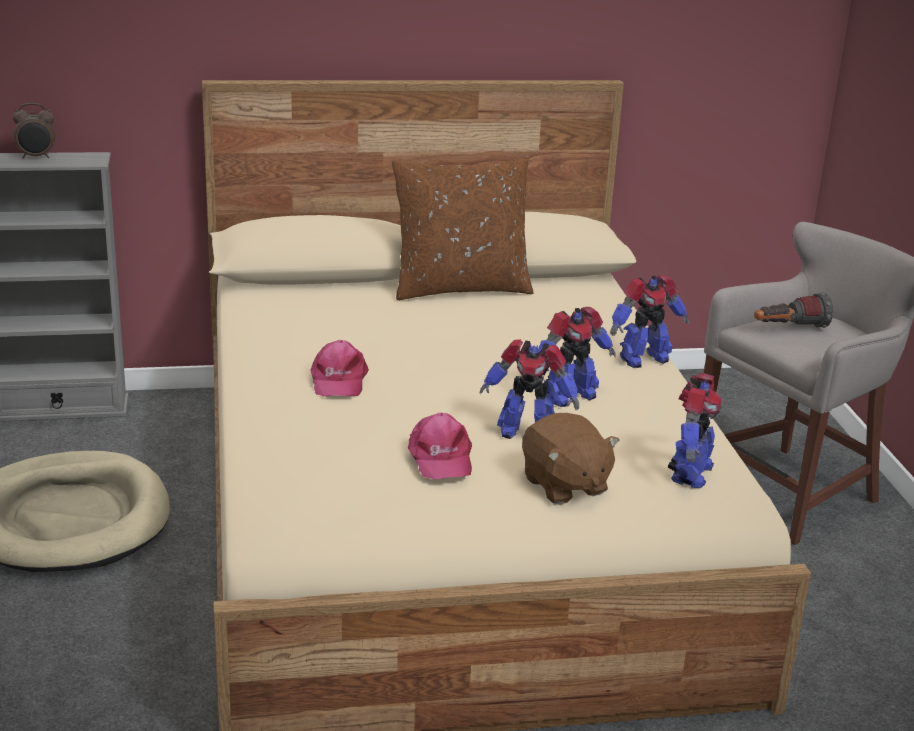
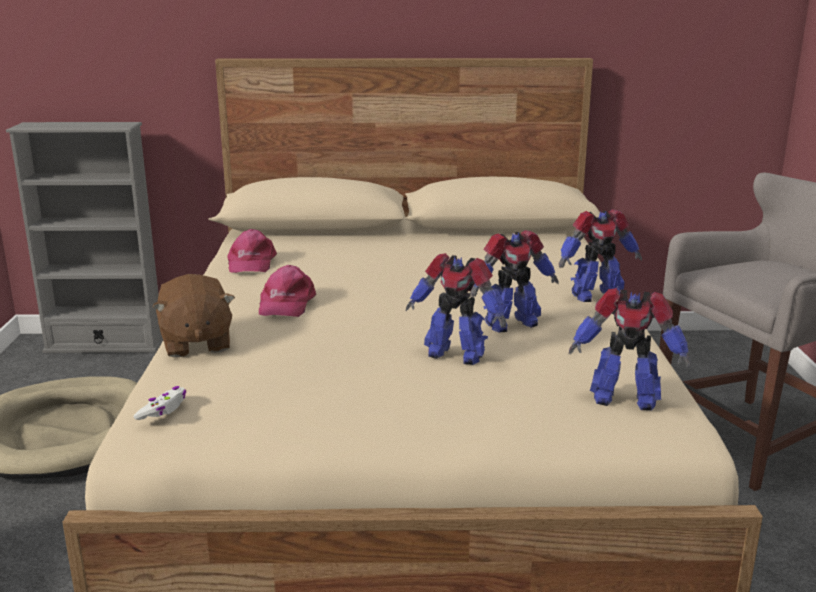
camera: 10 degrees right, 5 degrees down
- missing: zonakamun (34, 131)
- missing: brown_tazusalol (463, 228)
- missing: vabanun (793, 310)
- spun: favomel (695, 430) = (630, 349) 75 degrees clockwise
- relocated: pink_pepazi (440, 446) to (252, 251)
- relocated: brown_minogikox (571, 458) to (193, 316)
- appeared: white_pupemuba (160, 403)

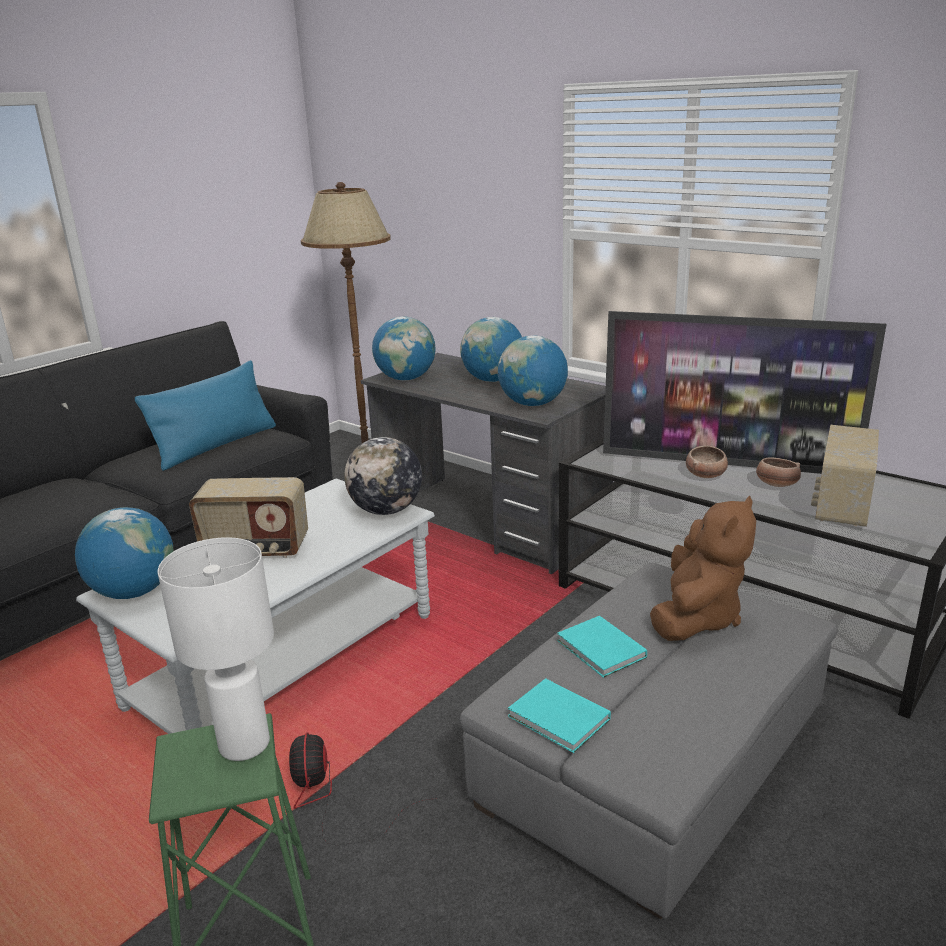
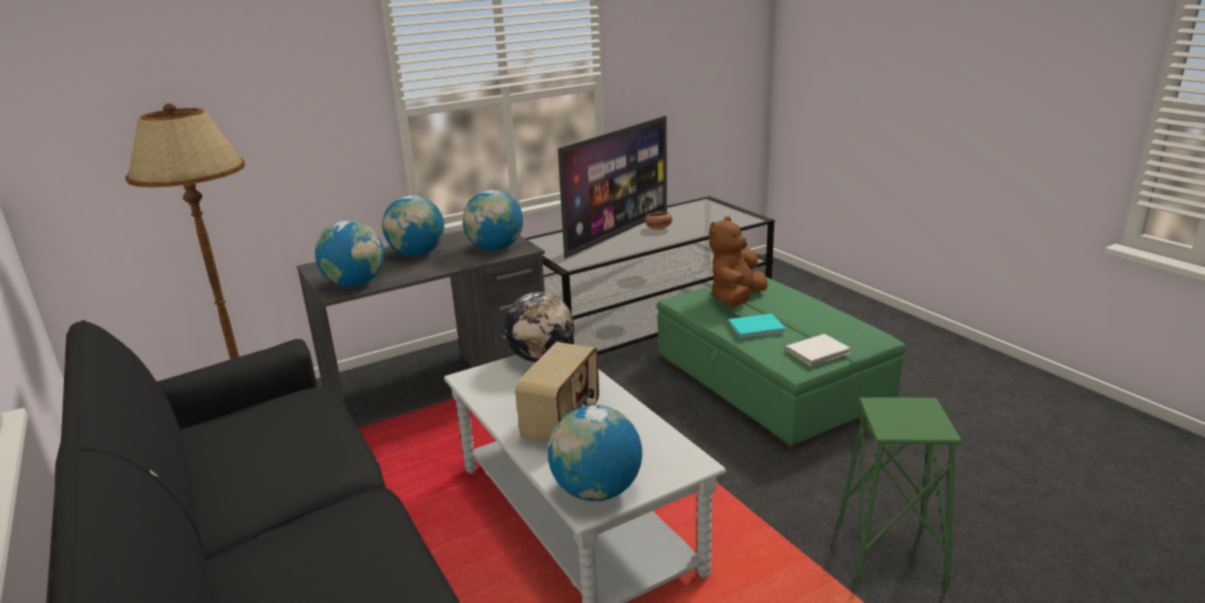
camera: 70 degrees left, 0 degrees up
- missing: blue_tazusalol (205, 415)
- missing: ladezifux (845, 476)
- missing: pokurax (707, 462)
- spun: brown_minogikox (703, 568) = (738, 261) 105 degrees counterclockwise
- missing: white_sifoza (216, 649)
- colour: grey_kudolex (649, 741) to green_kudolex (781, 363)
- colour: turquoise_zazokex (559, 715) to white_zazokex (818, 350)
- missing: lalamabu (363, 788)

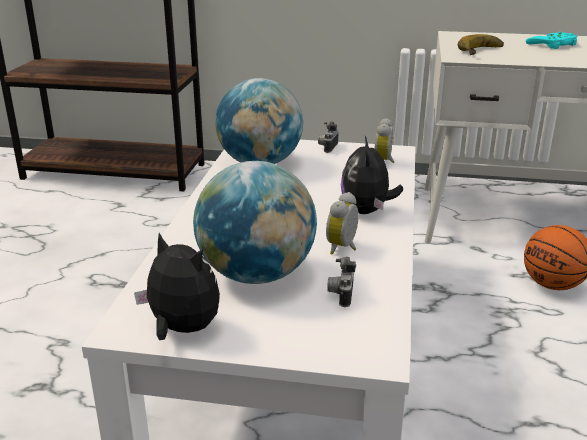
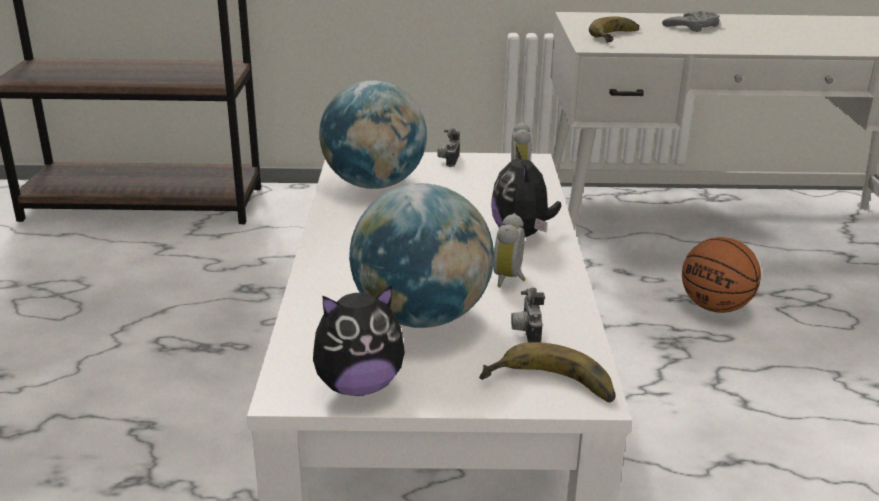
camera: 10 degrees left, 0 degrees up
- colour: turquoise_pupemuba (551, 40) to grey_pupemuba (691, 21)
- spun: minogikox (177, 286) = (359, 340) 135 degrees clockwise
- appeared: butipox (547, 372)

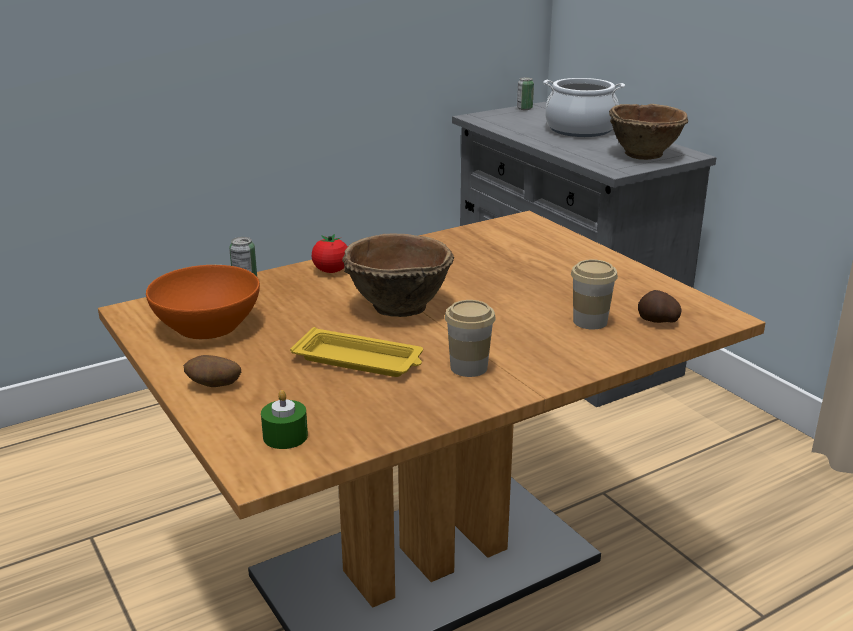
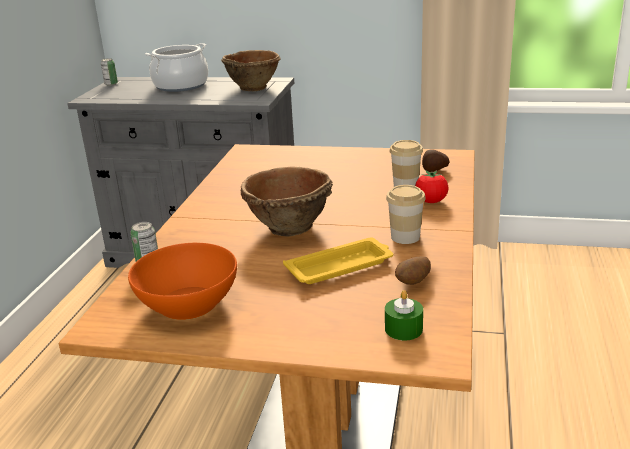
camera: 45 degrees left, 0 degrees up
- relocated: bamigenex (330, 253) to (432, 186)
- relocated: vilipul (212, 371) to (413, 270)

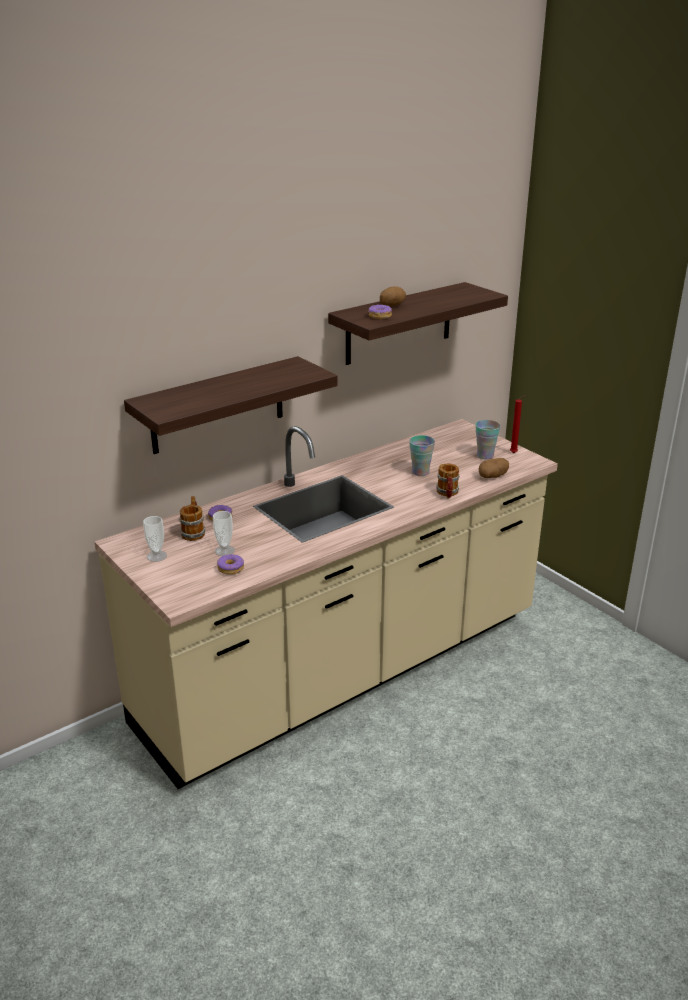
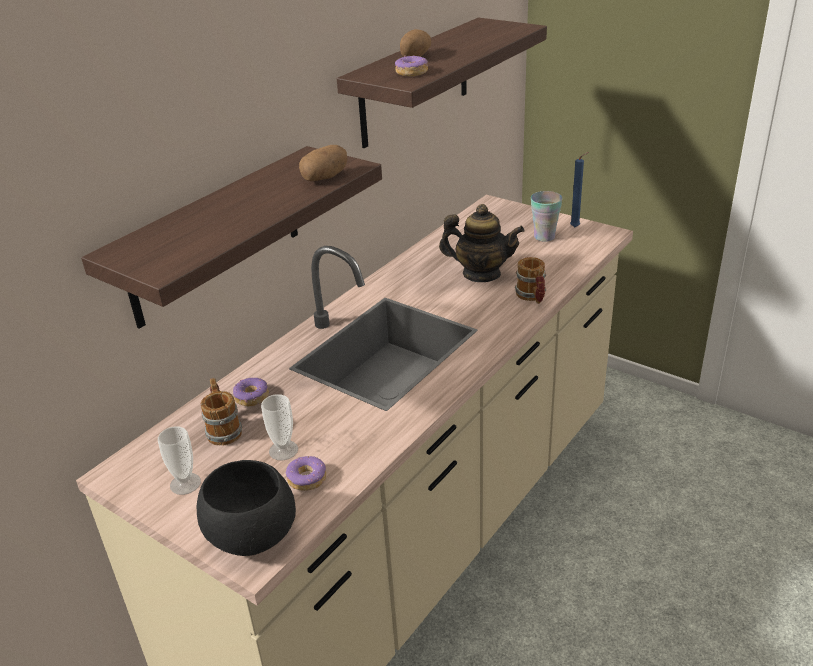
camera: 15 degrees left, 5 degrees up
- colour: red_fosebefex (518, 424) to blue_fosebefex (579, 189)
- exchanged: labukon (422, 455) to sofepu (481, 243)
- relocated: vilipul (494, 468) to (323, 163)
- appeared: black_pokurax (246, 508)

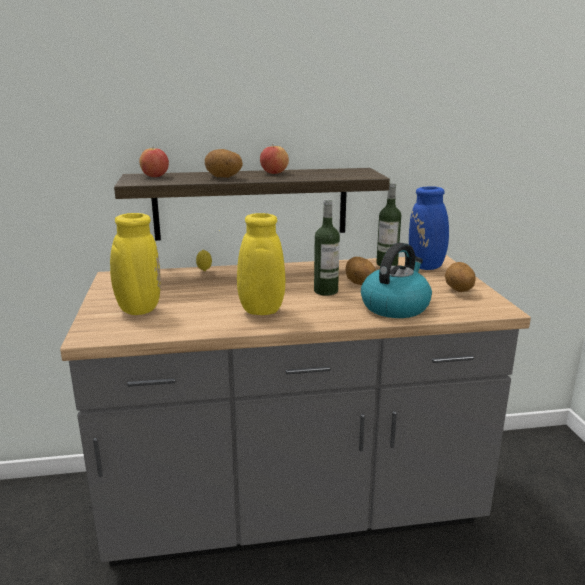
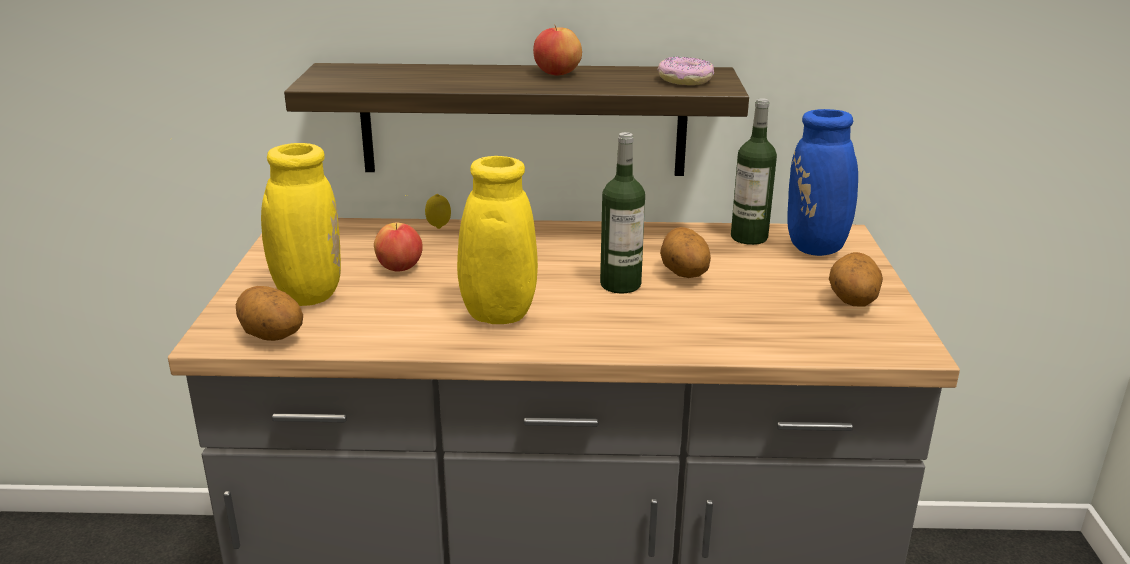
camera: 10 degrees right, 5 degrees up
- relocated: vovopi (154, 162) to (398, 247)
- relocated: vilipul (224, 163) to (269, 313)
- missing: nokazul (396, 280)
- appeared: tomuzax (686, 71)

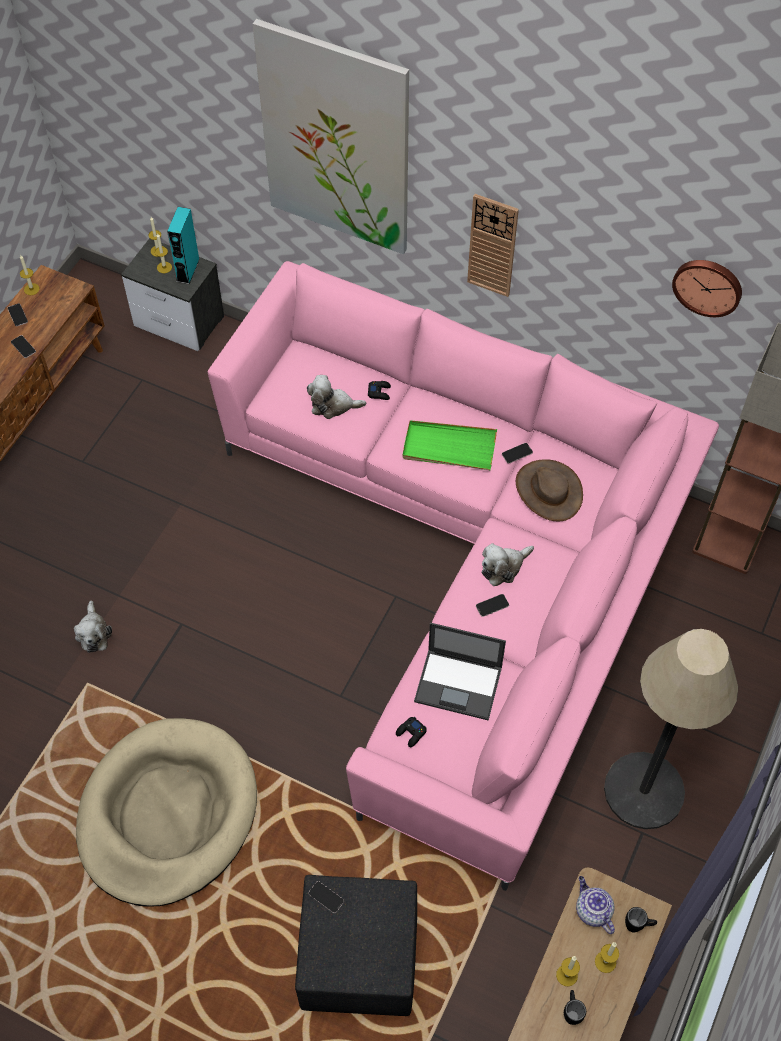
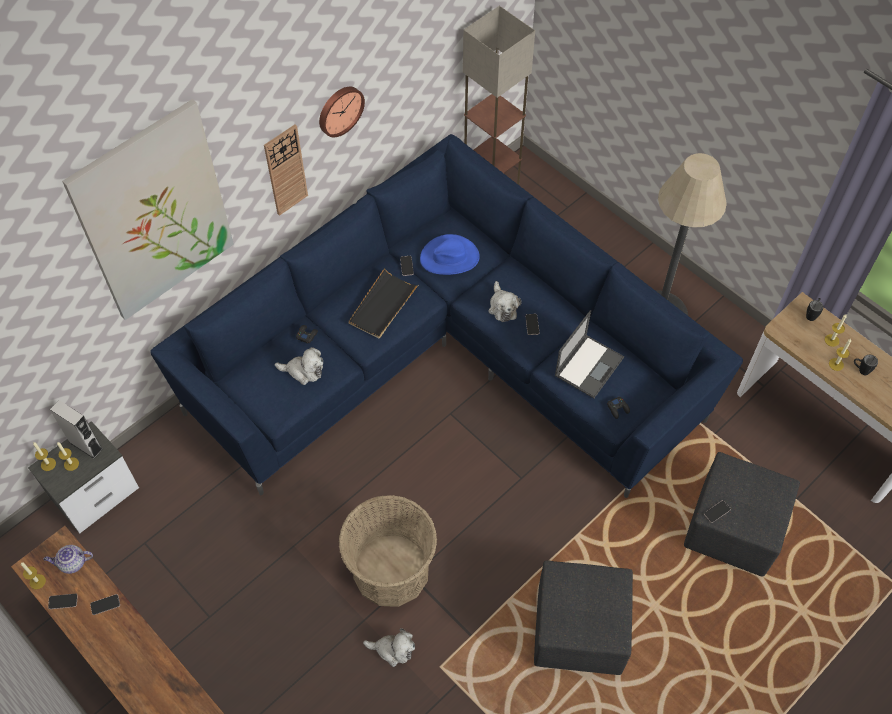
camera: 70 degrees left, 0 degrees up
- colour: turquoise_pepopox (183, 245) to grey_pepopox (76, 429)
- relocated: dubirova (707, 288) to (342, 112)
- colour: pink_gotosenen (463, 576) to blue_gotosenen (446, 316)
- spun: minogikox (336, 397) = (299, 366) 105 degrees counterclockwise
- colour: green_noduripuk (449, 445) to black_noduripuk (383, 303)
- colour: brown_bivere (549, 490) to blue_bivere (450, 254)
- exchanged: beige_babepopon (166, 812) to black_kudolex (583, 617)
- relocated: sofepu (595, 905) to (68, 559)
- appeared: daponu (388, 551)

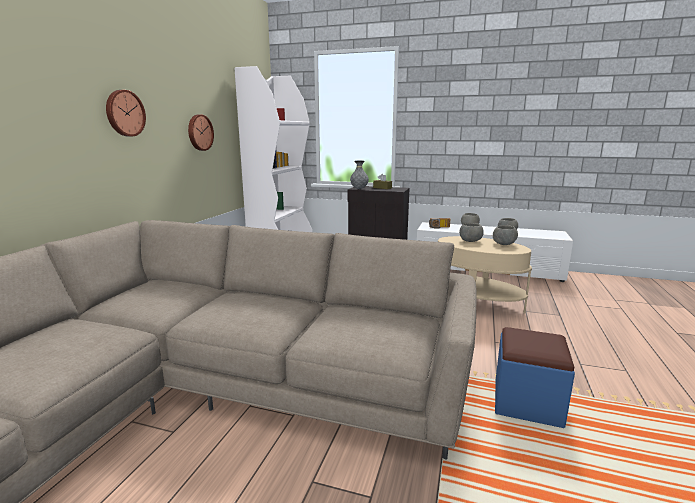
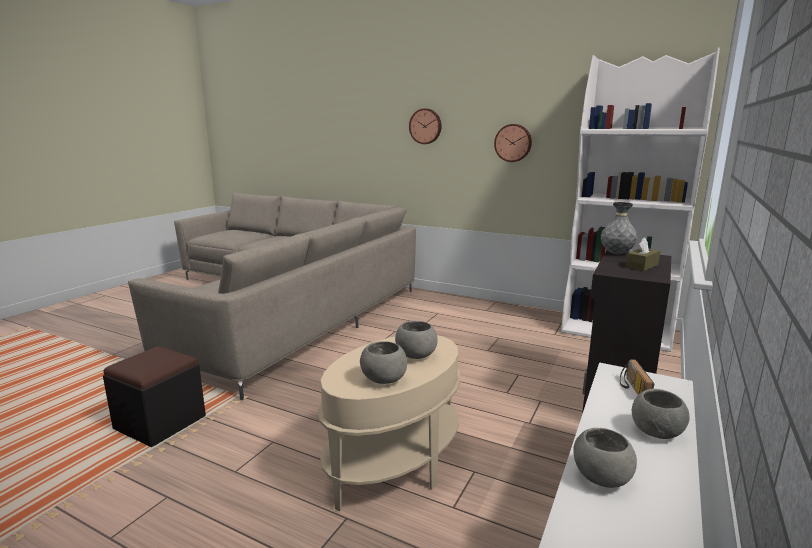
camera: 100 degrees right, 0 degrees up
- colour: blue_kudolex (535, 377) to black_kudolex (154, 396)

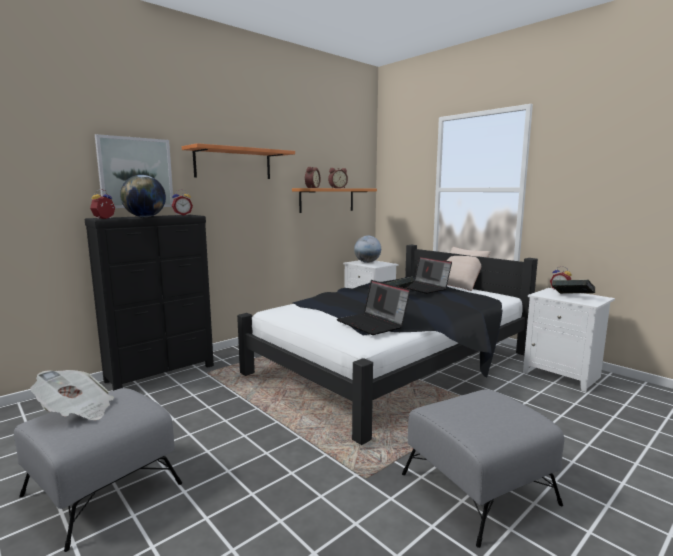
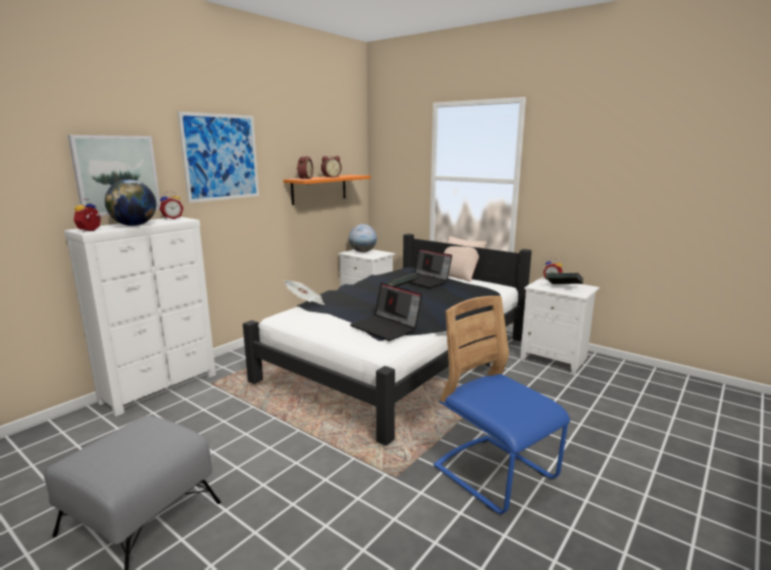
camera: 10 degrees left, 5 degrees up
- exchanged: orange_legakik (238, 161) to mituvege (218, 157)
- colour: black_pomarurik (149, 303) to white_pomarurik (140, 316)
- relocated: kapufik (72, 395) to (304, 292)
- exchanged: grey_kudolex (483, 468) to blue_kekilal (502, 405)

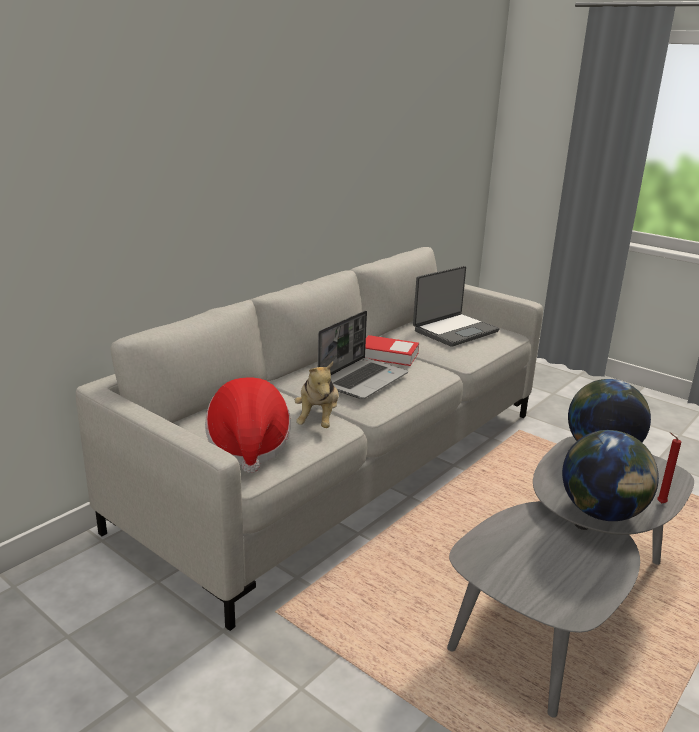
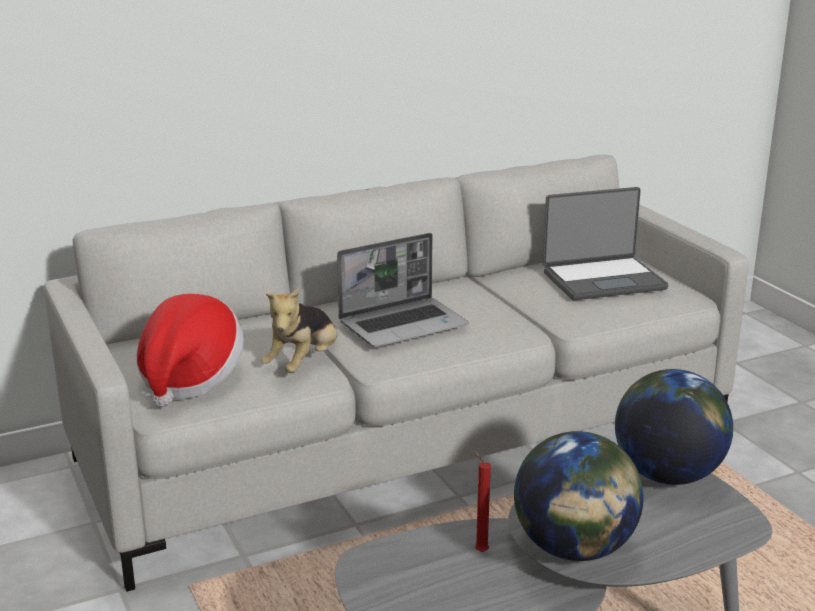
camera: 25 degrees right, 0 degrees up
- missing: zazokex (392, 350)
- relocated: red_fosebefex (669, 468) to (482, 501)

